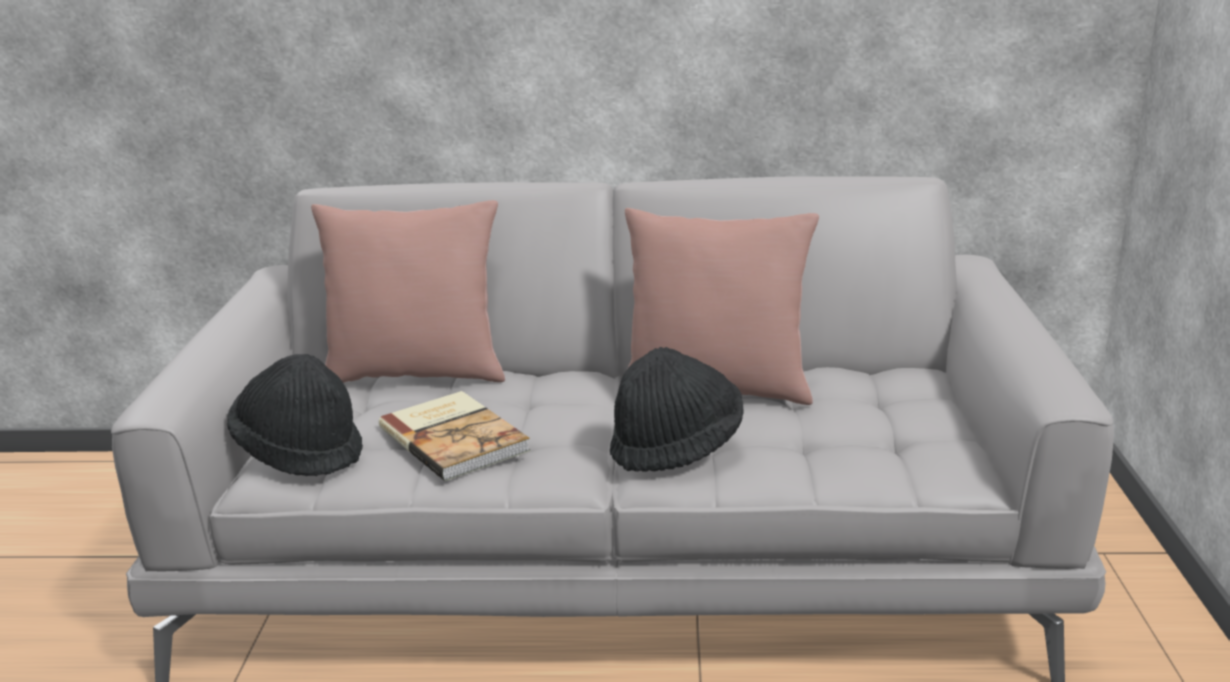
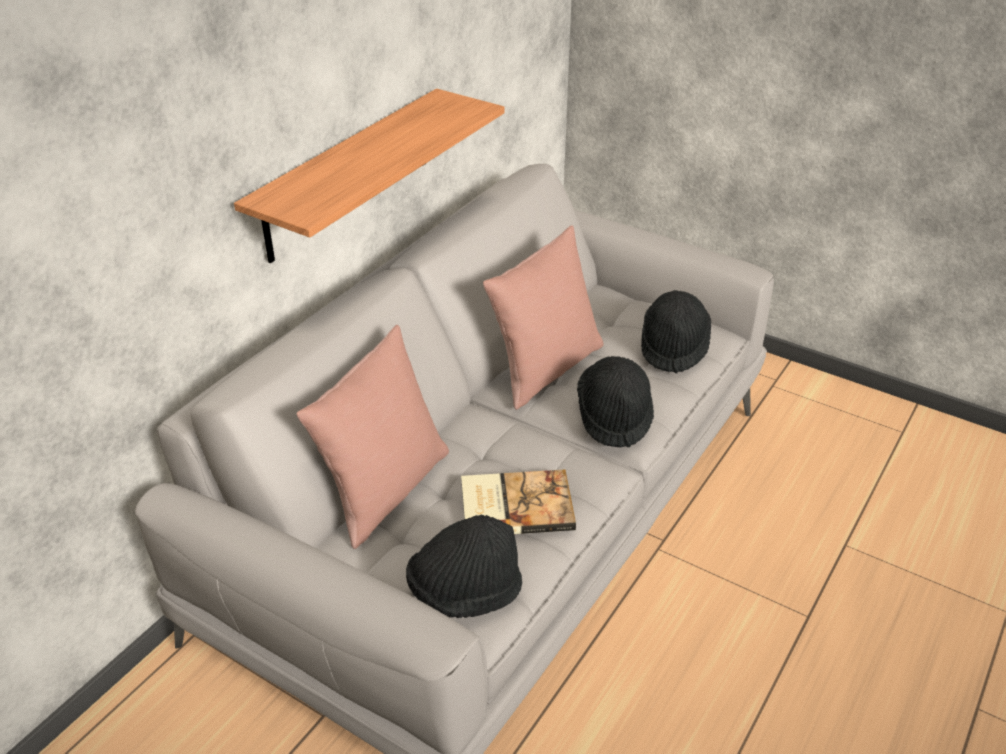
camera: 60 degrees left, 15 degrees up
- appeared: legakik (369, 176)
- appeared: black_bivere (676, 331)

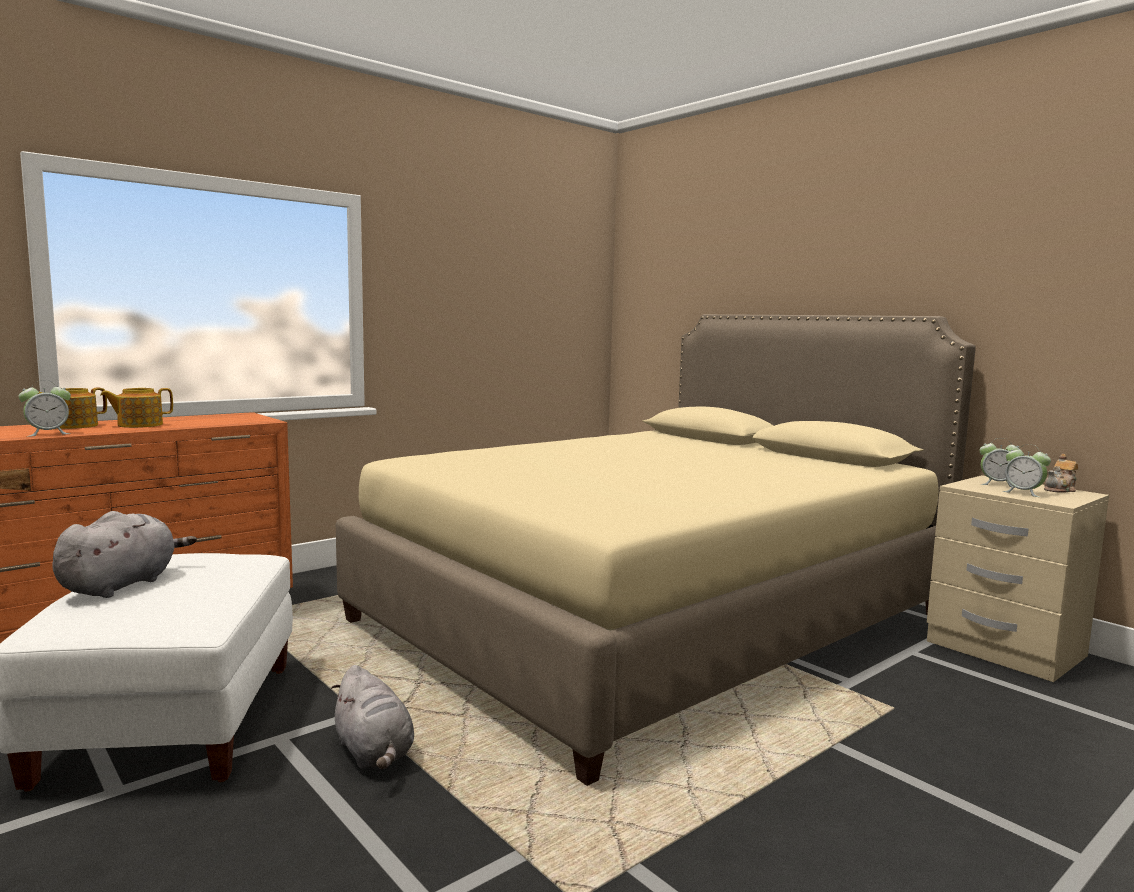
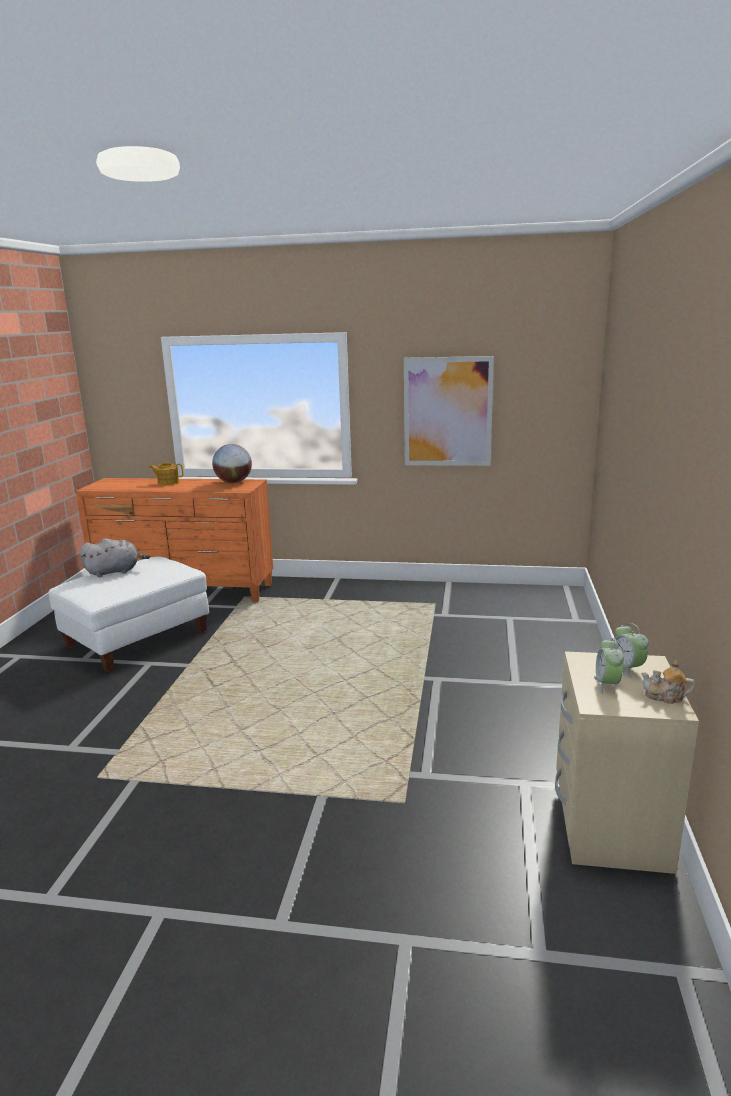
camera: 50 degrees right, 10 degrees up
- missing: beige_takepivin (656, 550)
- missing: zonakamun (44, 408)
- missing: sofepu (136, 408)
- missing: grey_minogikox (372, 717)
- appeared: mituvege (449, 411)
- appeared: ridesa (232, 463)

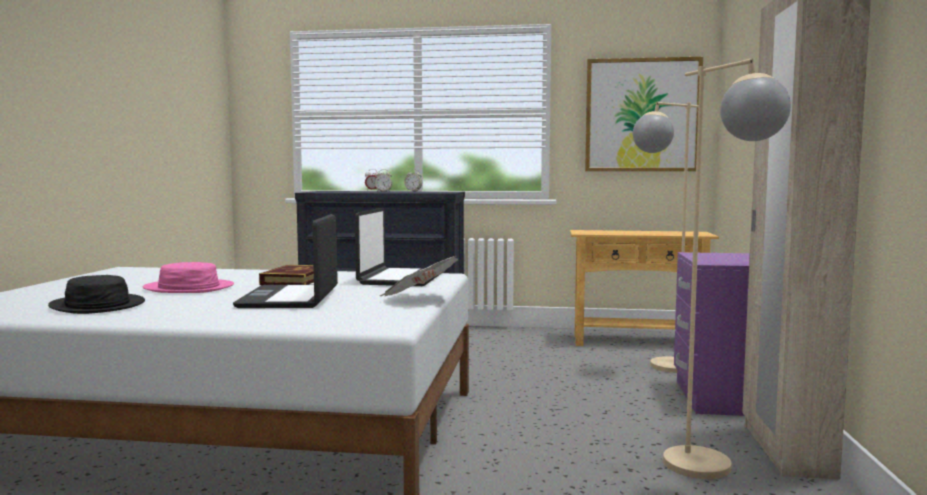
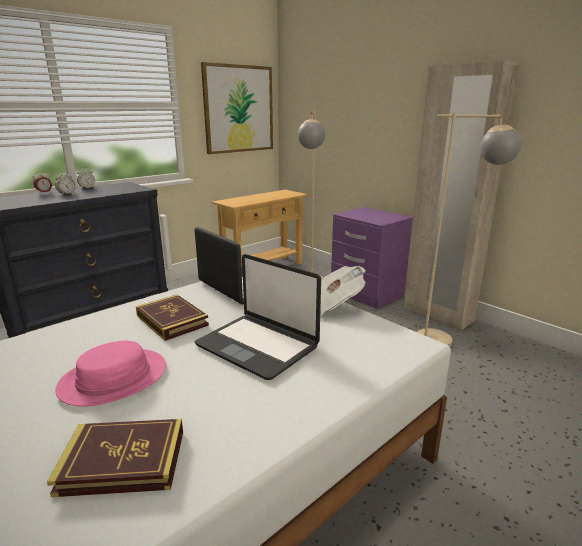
camera: 50 degrees left, 15 degrees up
- exchanged: black_bivere (96, 294) to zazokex (115, 458)

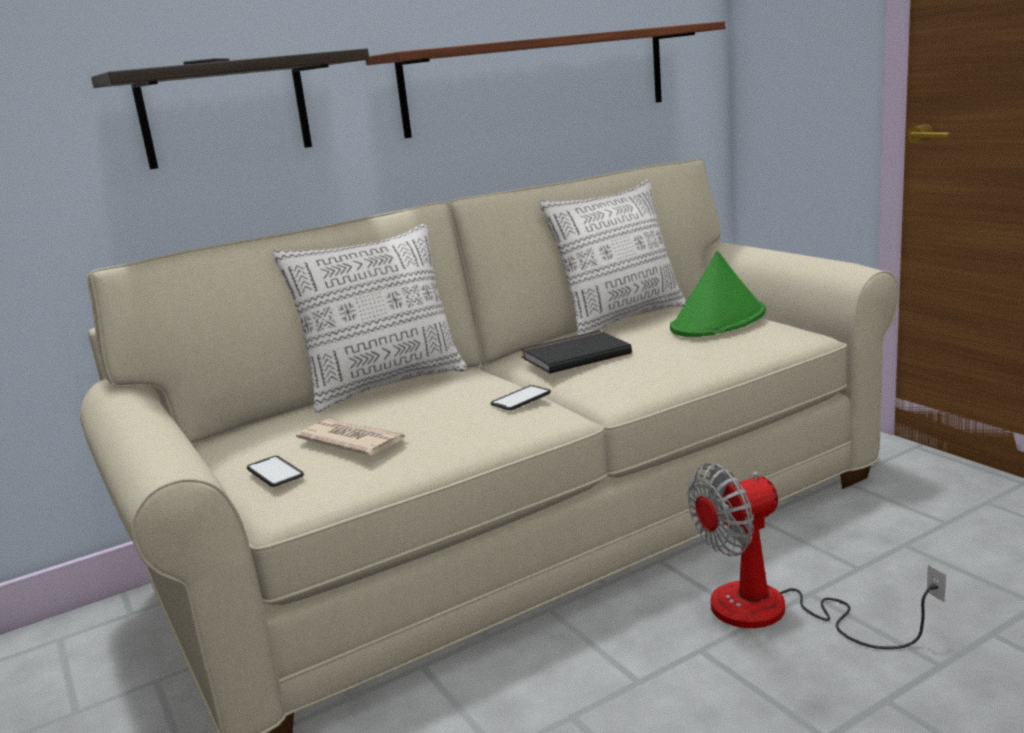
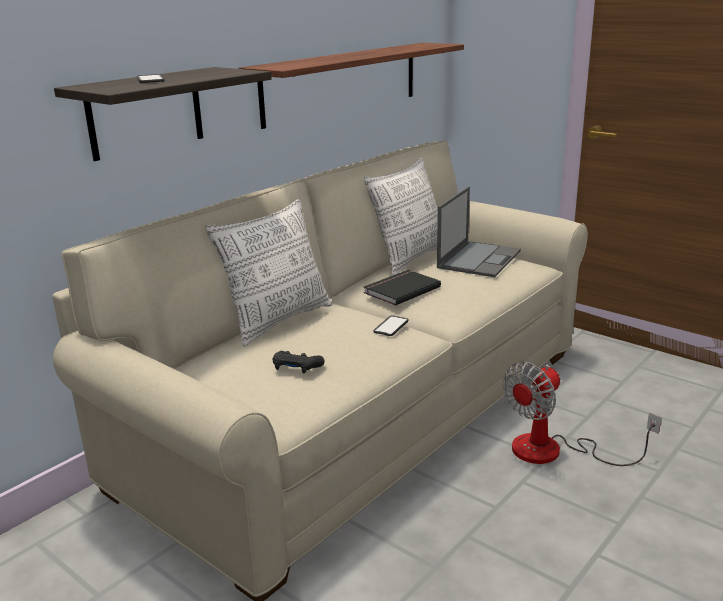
camera: 20 degrees left, 5 degrees up
- exchanged: green_bivere (718, 294) to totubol (479, 231)
- exchanged: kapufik (351, 437) to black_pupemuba (299, 362)
- missing: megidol (275, 471)

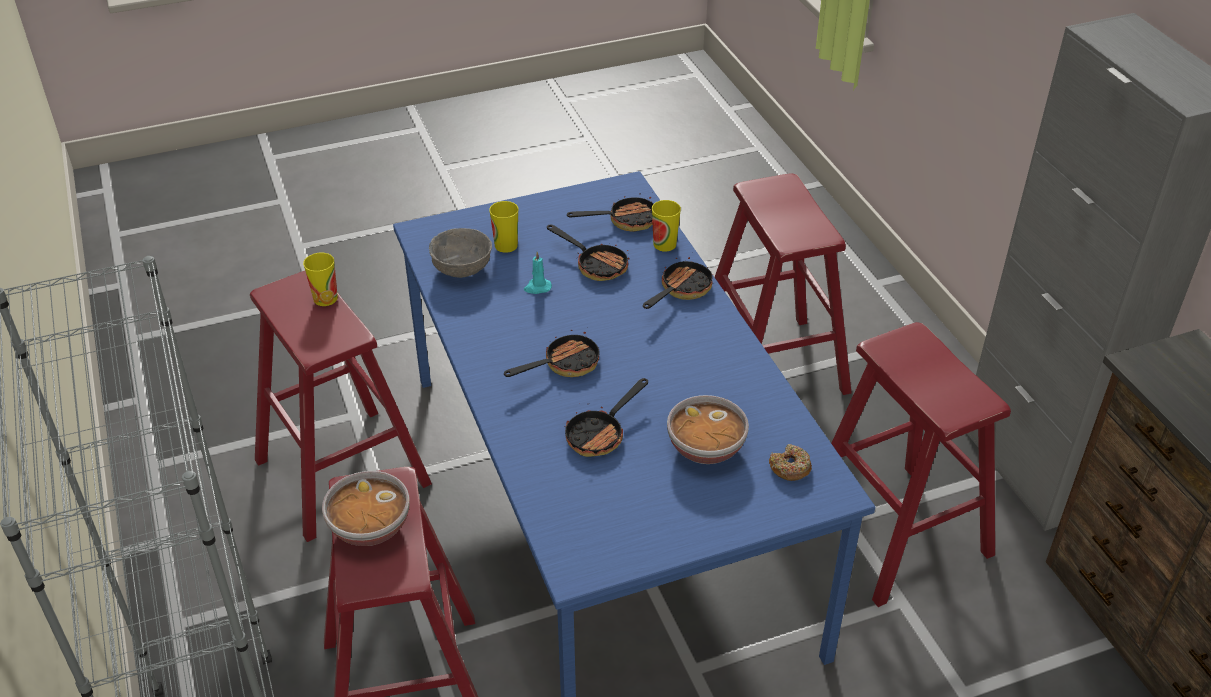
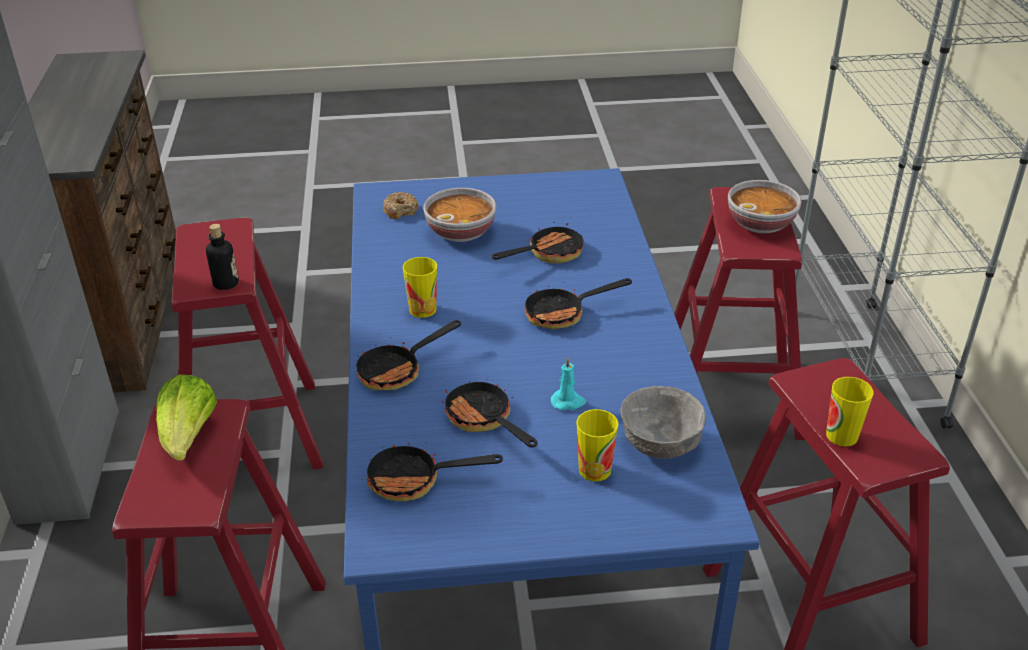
camera: 165 degrees left, 5 degrees down
- relocated: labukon (666, 225) to (420, 287)
- appeared: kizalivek (222, 257)
- appeared: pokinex (186, 417)

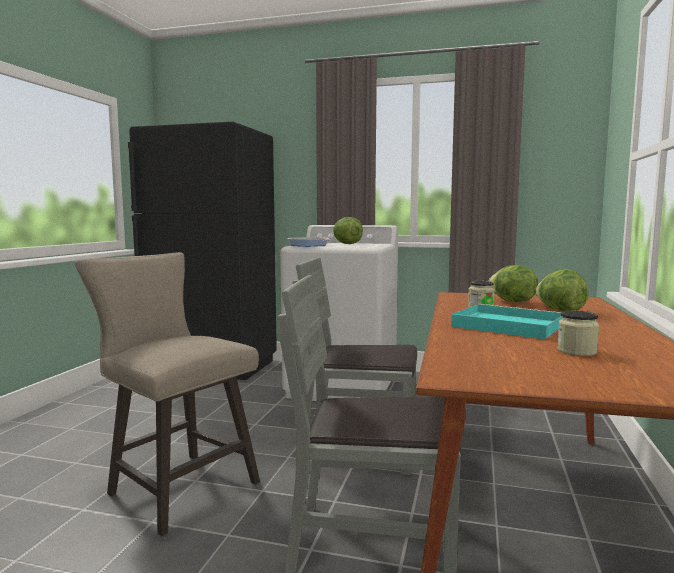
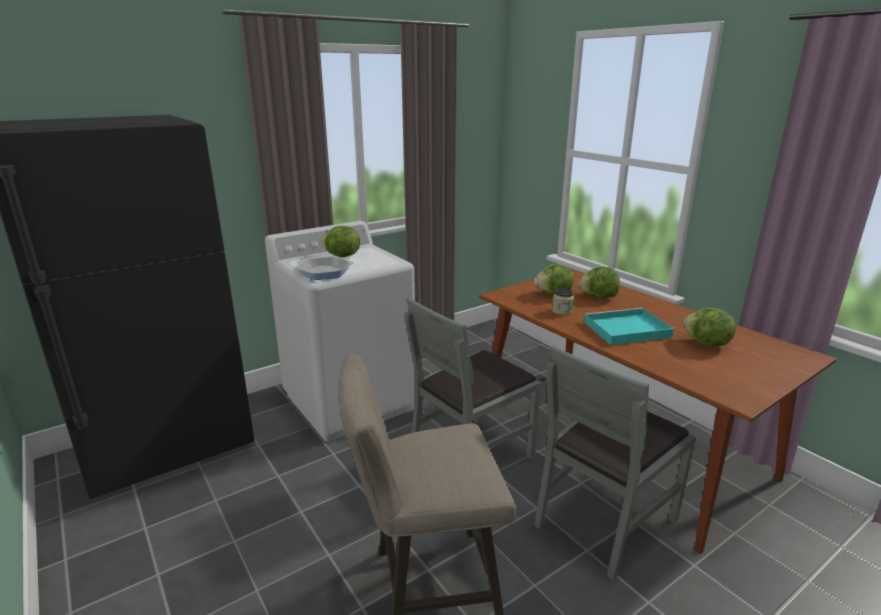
camera: 50 degrees left, 15 degrees up
- exchanged: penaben (578, 333) to pokinex (709, 327)

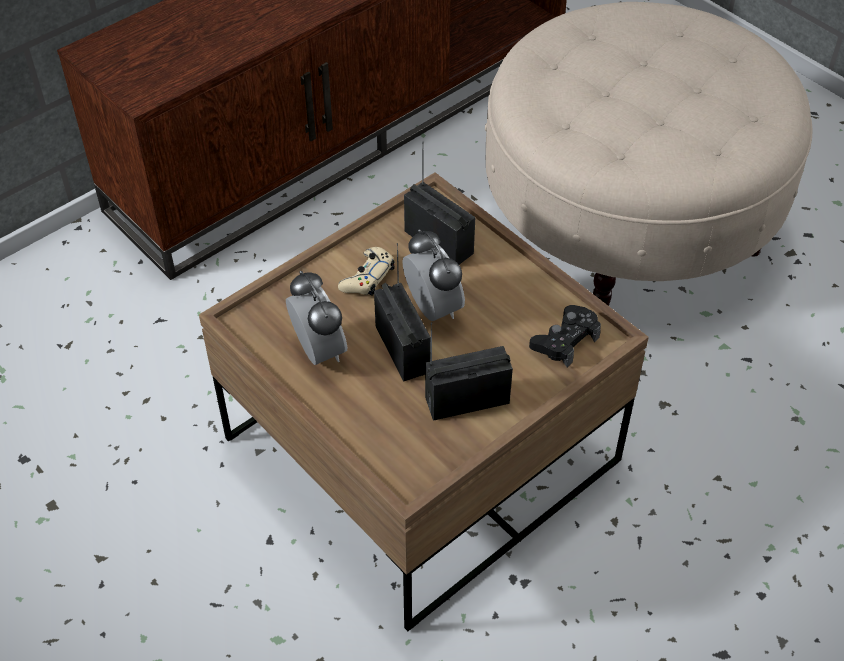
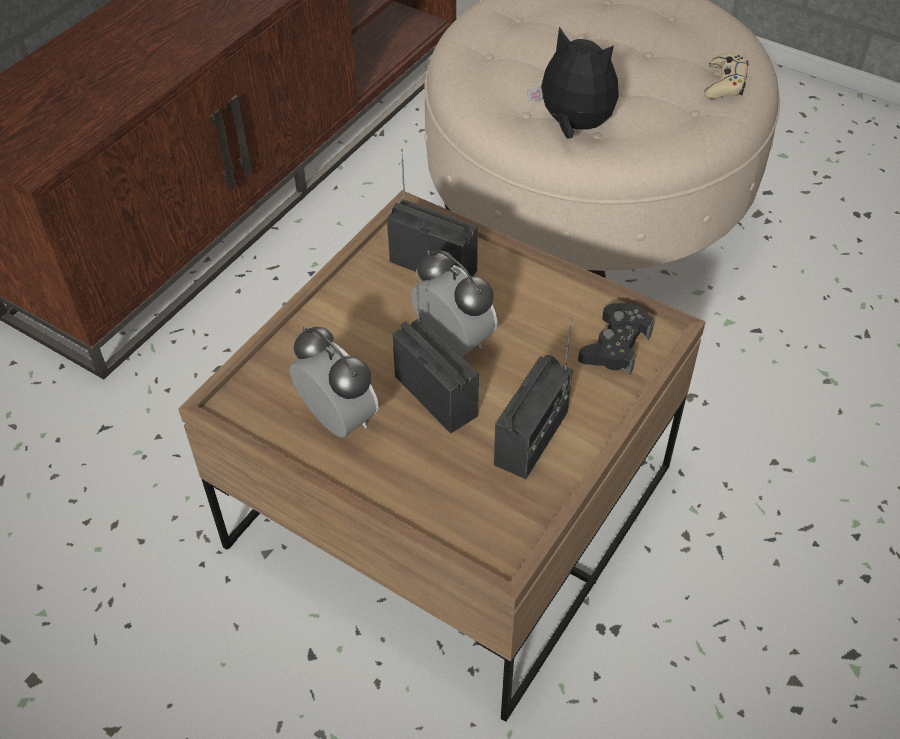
camera: 15 degrees left, 0 degrees up
- relocated: beige_pupemuba (366, 271) to (726, 76)
- spun: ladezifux (469, 371) = (533, 398) 150 degrees clockwise
- appeared: minogikox (573, 82)

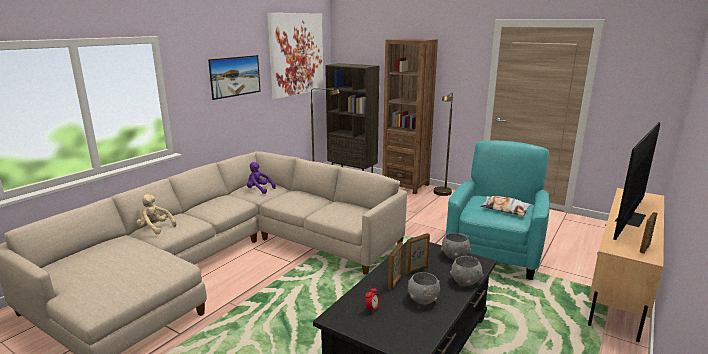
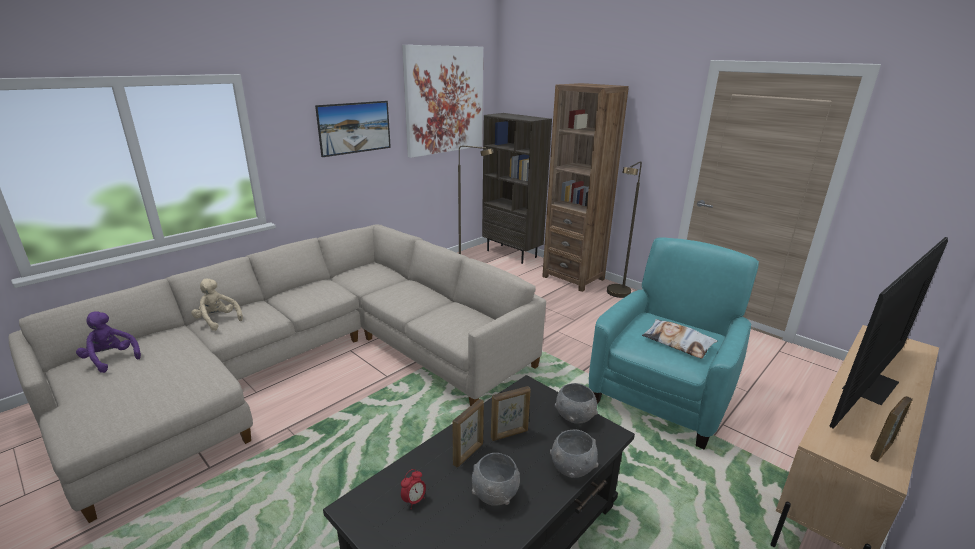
camera: 10 degrees right, 5 degrees up
- relocated: purple_minogikox (261, 178) to (108, 342)

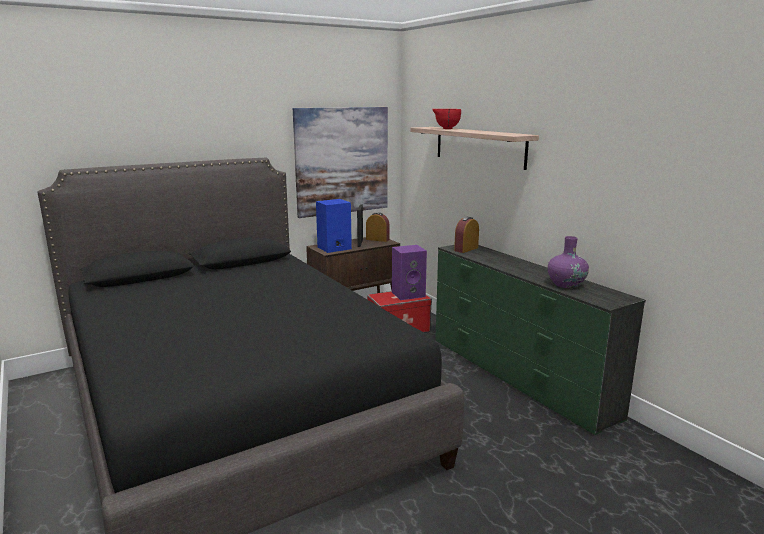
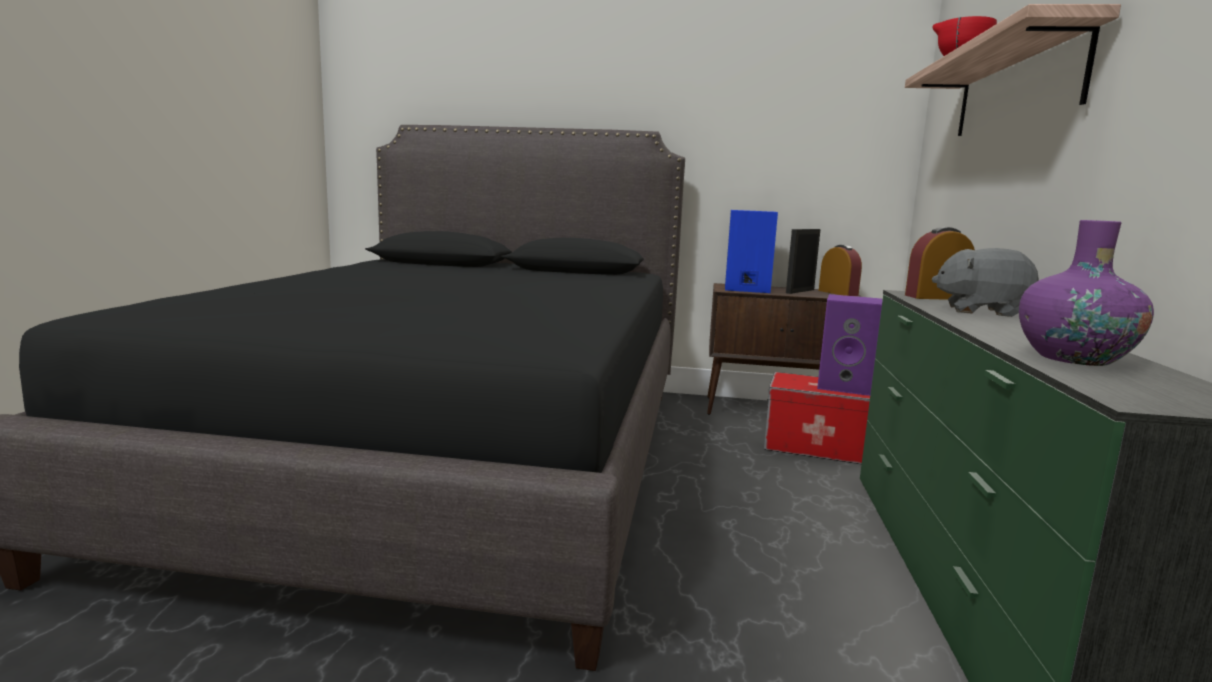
camera: 40 degrees right, 5 degrees down
- missing: mituvege (340, 162)
- appeared: grey_minogikox (985, 282)

